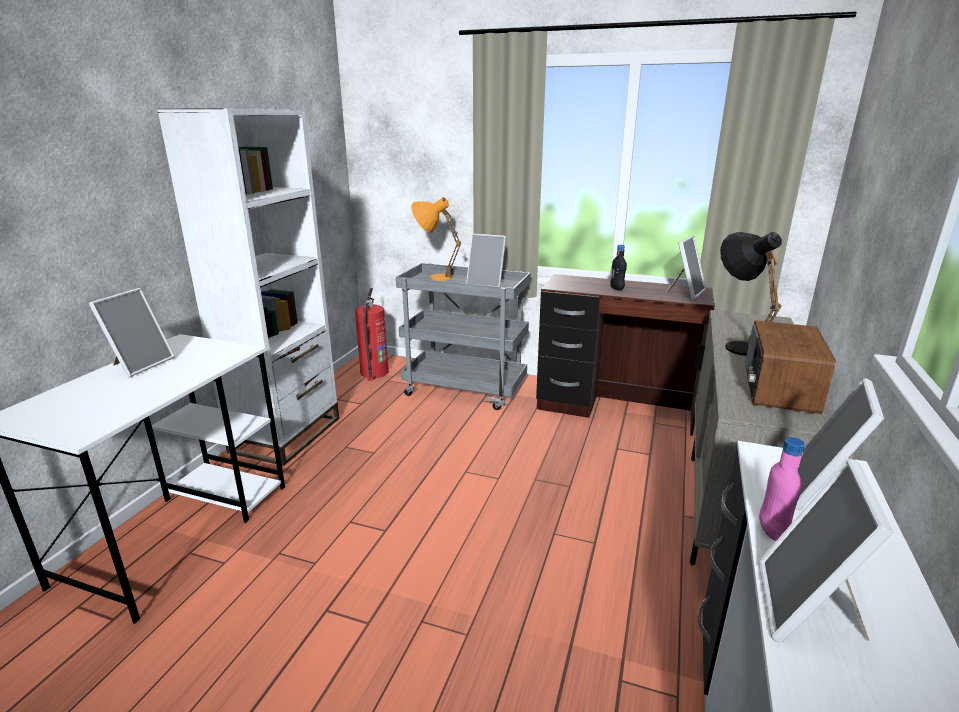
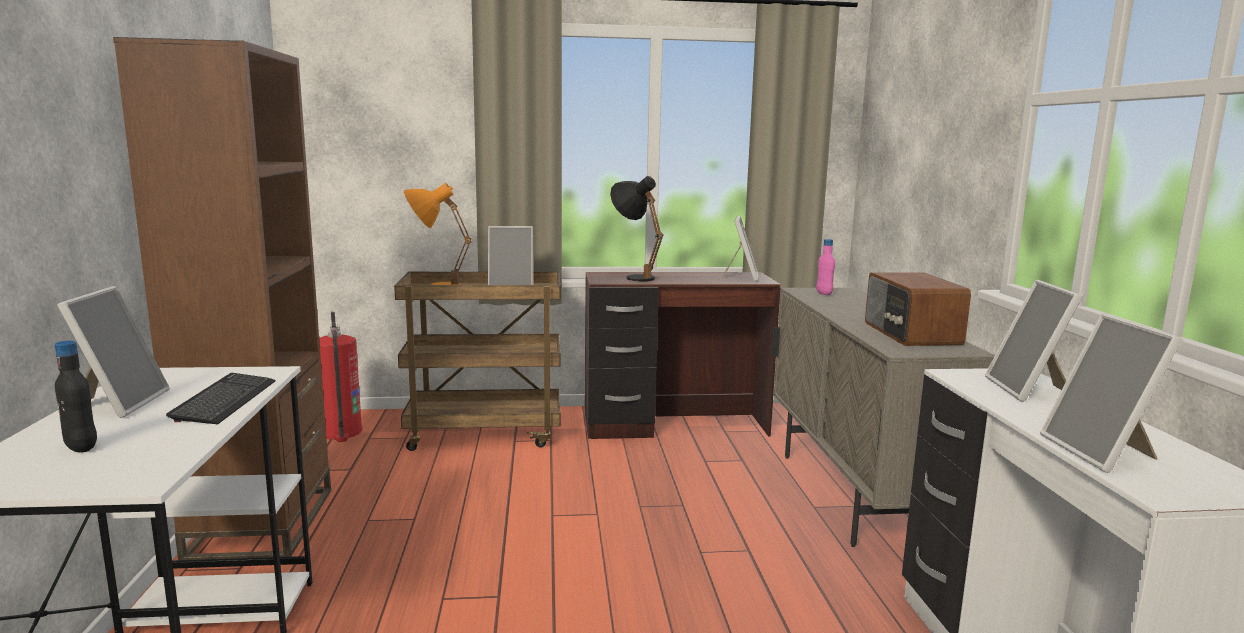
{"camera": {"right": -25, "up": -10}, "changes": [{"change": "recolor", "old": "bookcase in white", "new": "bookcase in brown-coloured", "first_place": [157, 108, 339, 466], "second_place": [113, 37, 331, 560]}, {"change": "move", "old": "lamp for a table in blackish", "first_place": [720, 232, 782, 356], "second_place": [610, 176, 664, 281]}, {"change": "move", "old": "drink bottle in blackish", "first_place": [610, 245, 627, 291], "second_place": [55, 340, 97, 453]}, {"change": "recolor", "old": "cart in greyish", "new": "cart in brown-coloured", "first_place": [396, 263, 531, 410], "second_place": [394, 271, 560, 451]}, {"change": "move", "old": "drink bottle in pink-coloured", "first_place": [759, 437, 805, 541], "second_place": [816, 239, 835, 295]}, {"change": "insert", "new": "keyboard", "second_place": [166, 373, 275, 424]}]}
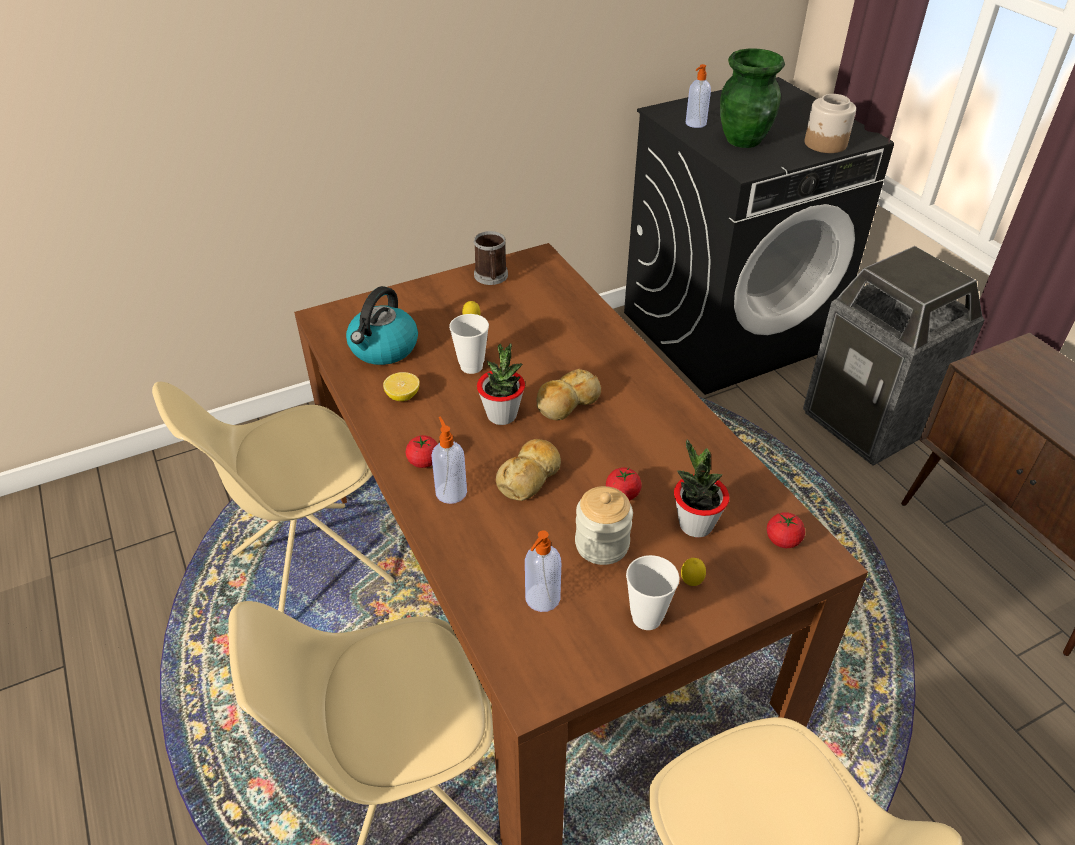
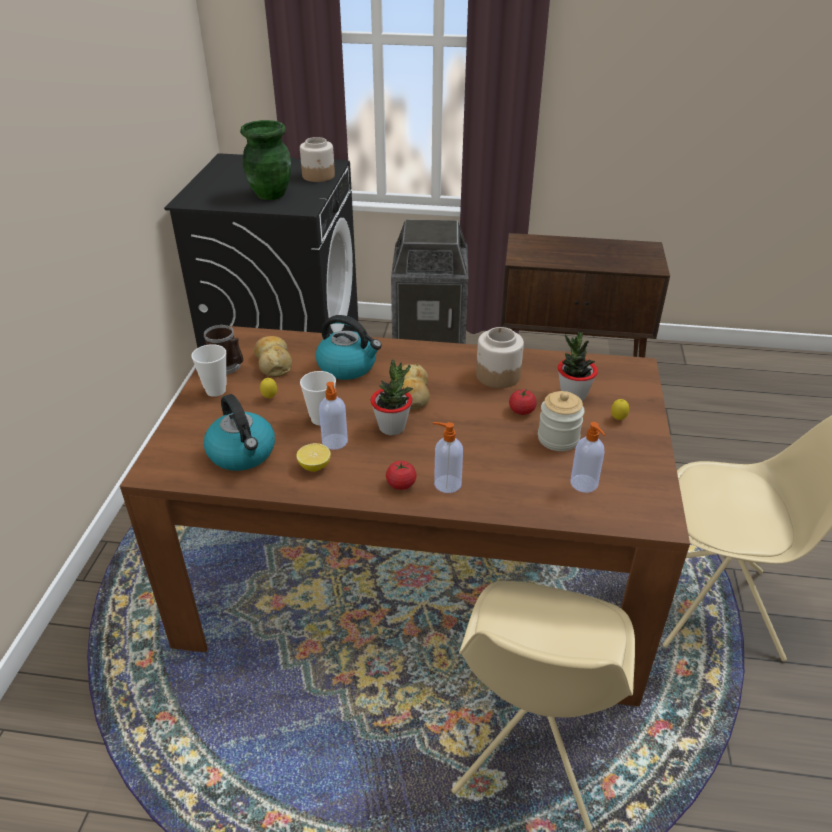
{"camera": {"right": -55, "up": -5}, "changes": [{"change": "move", "old": "soap bottle", "first_place": [686, 64, 711, 128], "second_place": [319, 382, 348, 450]}, {"change": "delete", "old": "upright chair in beige-coloured", "first_place": [152, 382, 394, 613]}, {"change": "move", "old": "bakery bread", "first_place": [496, 439, 561, 501], "second_place": [254, 336, 292, 377]}, {"change": "delete", "old": "tomato", "first_place": [767, 512, 805, 548]}, {"change": "move", "old": "small cup", "first_place": [626, 555, 680, 630], "second_place": [191, 344, 226, 397]}, {"change": "insert", "new": "tea kettle", "second_place": [315, 315, 382, 380]}, {"change": "insert", "new": "preserve jar", "second_place": [476, 327, 524, 388]}]}
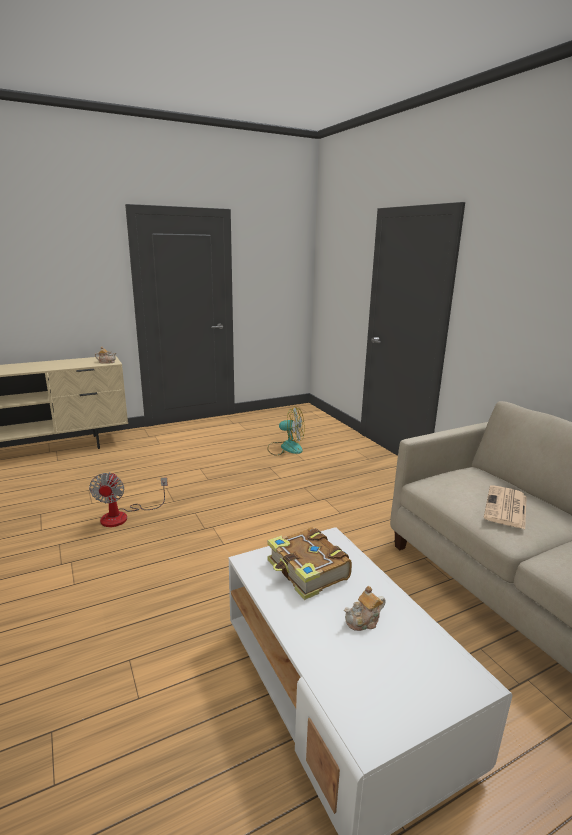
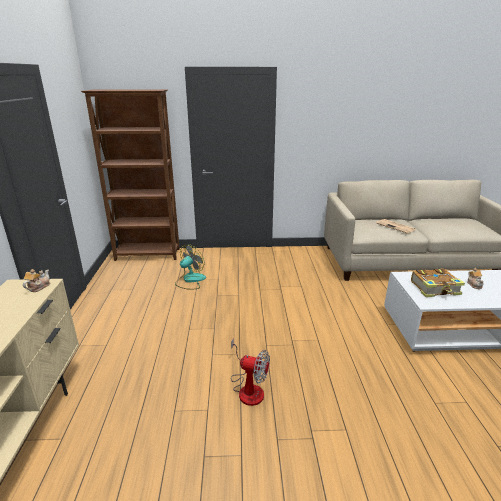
{"camera": {"right": -65, "up": 5}, "changes": [{"change": "insert", "new": "bookcase in brown-coloured", "second_place": [81, 90, 180, 261]}]}
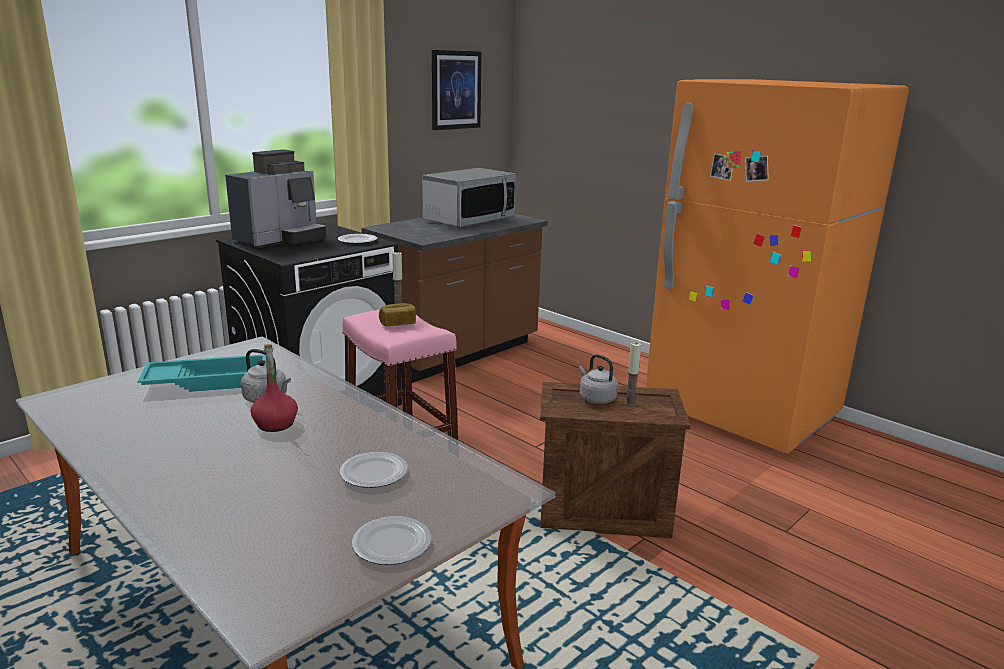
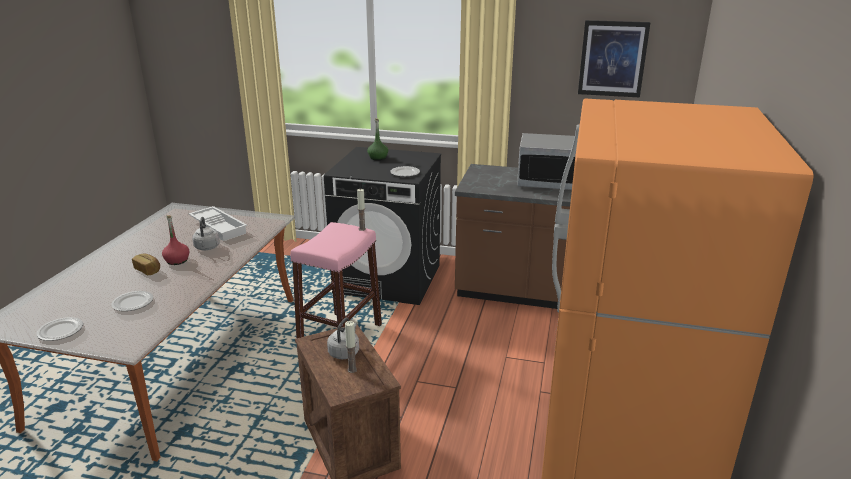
{"camera": {"right": 60, "up": 5}, "changes": [{"change": "replace", "old": "coffee brewer", "new": "drink bottle in green", "first_place": [225, 149, 326, 248], "second_place": [367, 118, 388, 160]}, {"change": "move", "old": "bakery bread", "first_place": [379, 303, 416, 327], "second_place": [132, 253, 160, 275]}, {"change": "recolor", "old": "serving tray in blue-green", "new": "serving tray in white", "first_place": [137, 354, 266, 392], "second_place": [189, 206, 247, 241]}]}
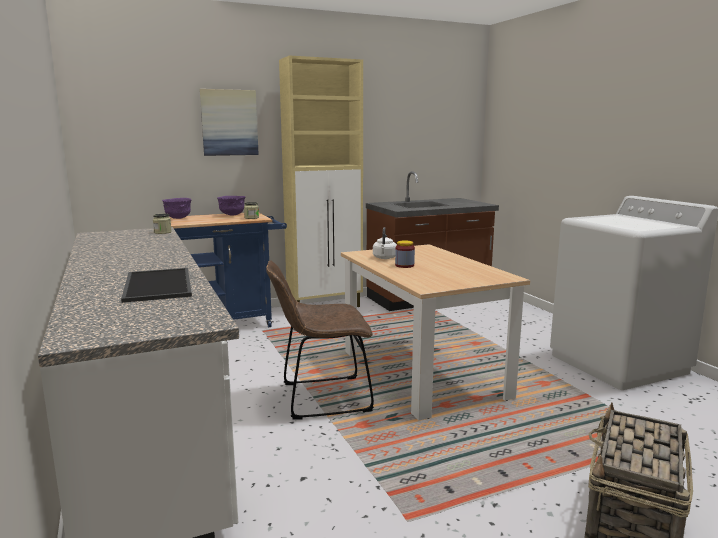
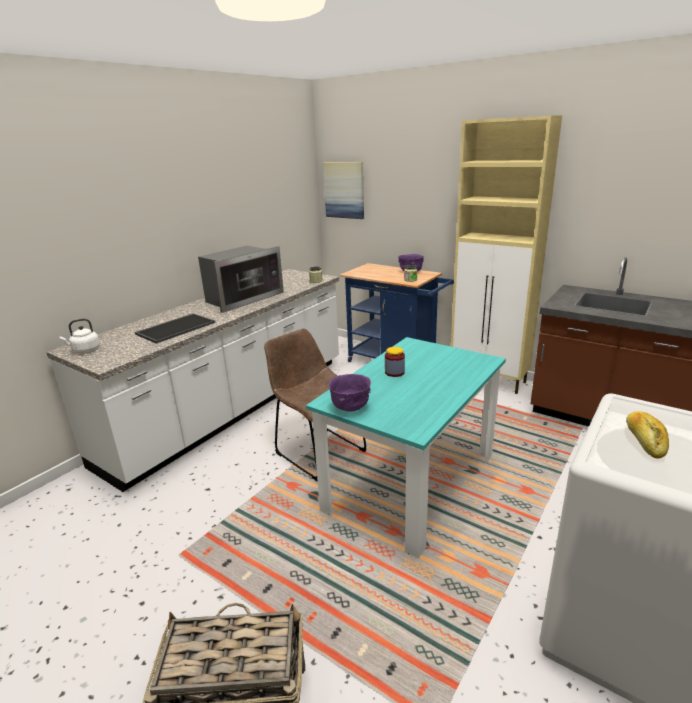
{"camera": {"right": 60, "up": 10}, "changes": [{"change": "move", "old": "wall art", "first_place": [200, 89, 259, 156], "second_place": [323, 162, 364, 219]}, {"change": "move", "old": "bowl in purple", "first_place": [162, 198, 192, 219], "second_place": [328, 374, 371, 412]}, {"change": "move", "old": "tea kettle in white", "first_place": [373, 227, 397, 259], "second_place": [59, 318, 100, 352]}, {"change": "recolor", "old": "dinner table in beige-coloured", "new": "dinner table in blue-green", "first_place": [341, 244, 530, 420], "second_place": [306, 337, 506, 558]}, {"change": "insert", "new": "kitchen microwave", "second_place": [198, 246, 284, 313]}, {"change": "insert", "new": "bakery bread", "second_place": [626, 411, 669, 459]}]}
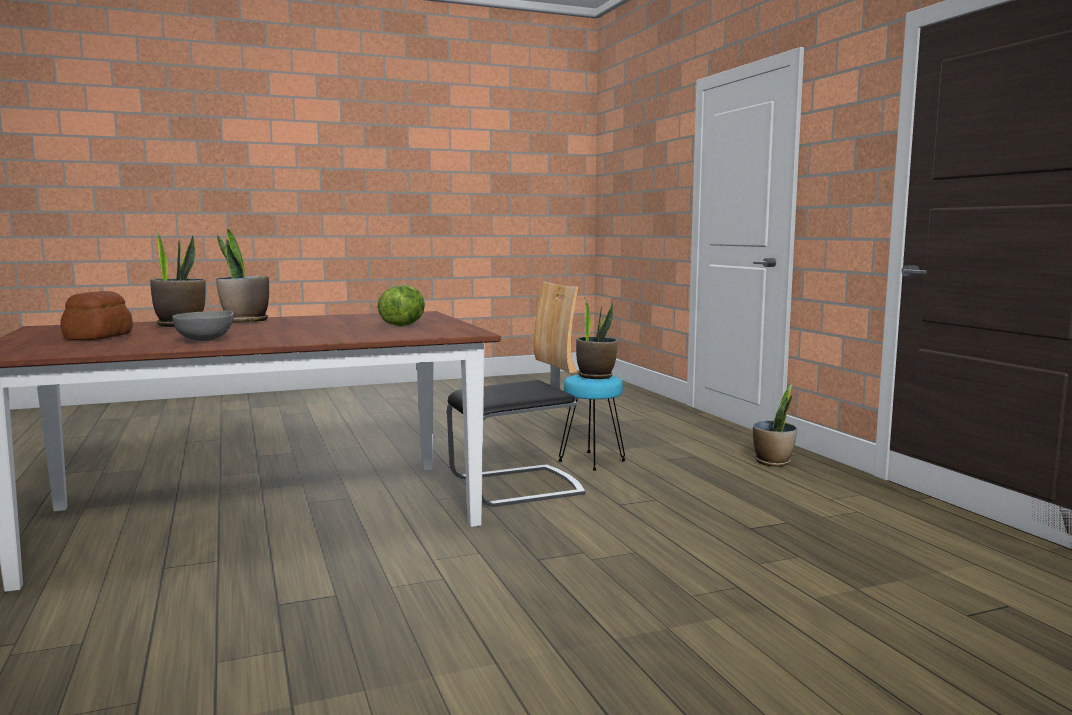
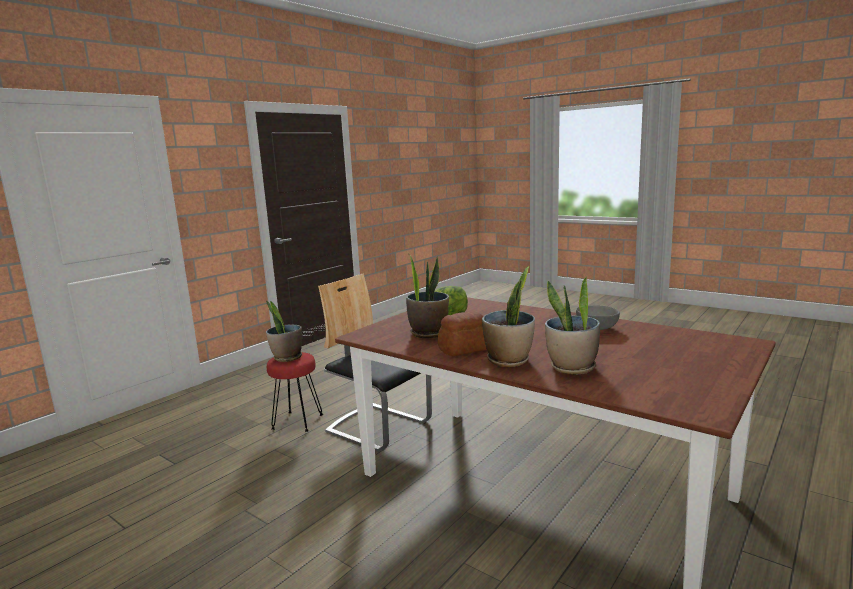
{"camera": {"right": -120, "up": 5}, "changes": [{"change": "move", "old": "bakery bread", "first_place": [60, 291, 133, 340], "second_place": [438, 311, 487, 356]}, {"change": "recolor", "old": "stool seat in blue-green", "new": "stool seat in reddish", "first_place": [558, 375, 626, 471], "second_place": [267, 352, 323, 432]}, {"change": "move", "old": "houseplant", "first_place": [753, 385, 797, 467], "second_place": [406, 254, 449, 338]}]}
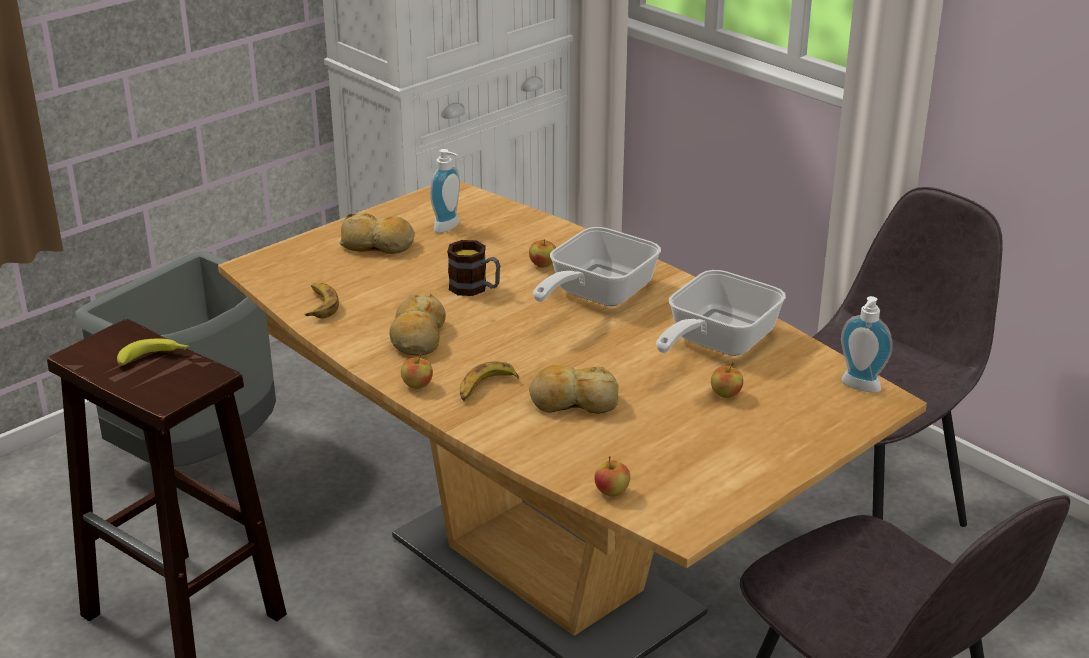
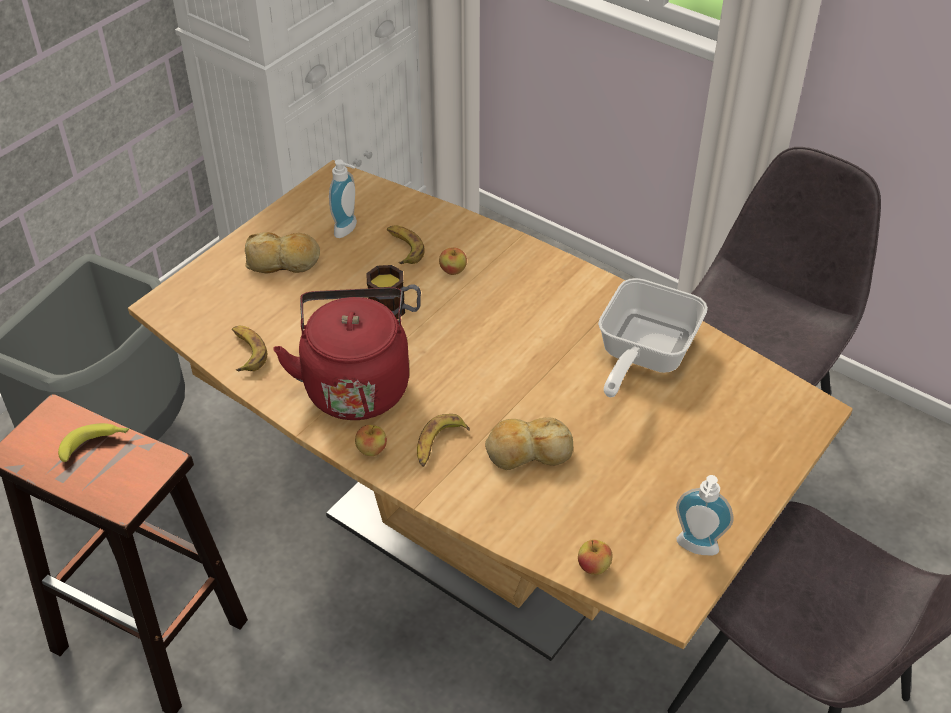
{"camera": {"right": -10, "up": 15}, "changes": [{"change": "delete", "old": "skillet", "first_place": [533, 227, 661, 306]}, {"change": "replace", "old": "bakery bread", "new": "tea kettle in reddish", "first_place": [389, 294, 446, 356], "second_place": [274, 288, 409, 420]}, {"change": "move", "old": "soap bottle", "first_place": [841, 296, 893, 393], "second_place": [676, 475, 734, 555]}, {"change": "delete", "old": "whole apple", "first_place": [711, 363, 743, 398]}, {"change": "insert", "new": "banana", "second_place": [387, 226, 425, 264]}]}
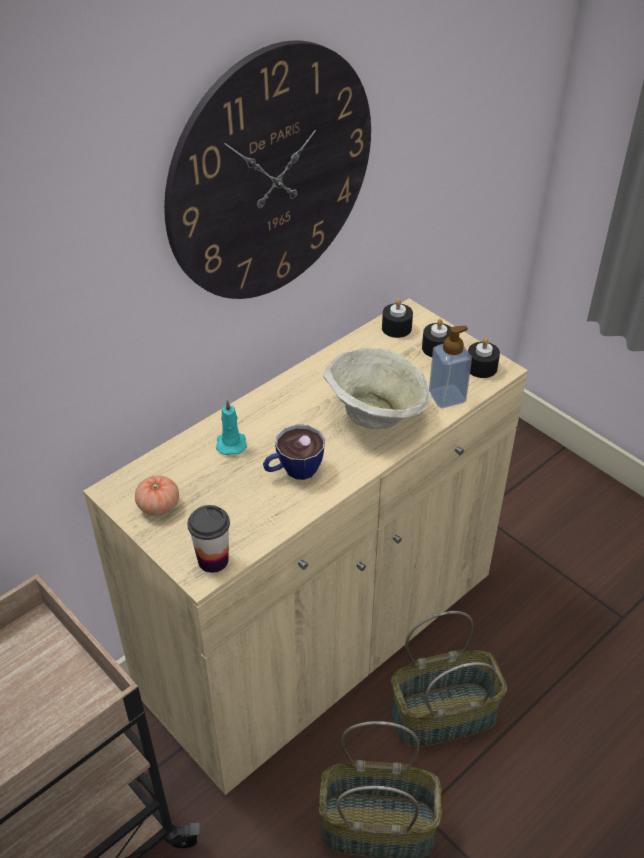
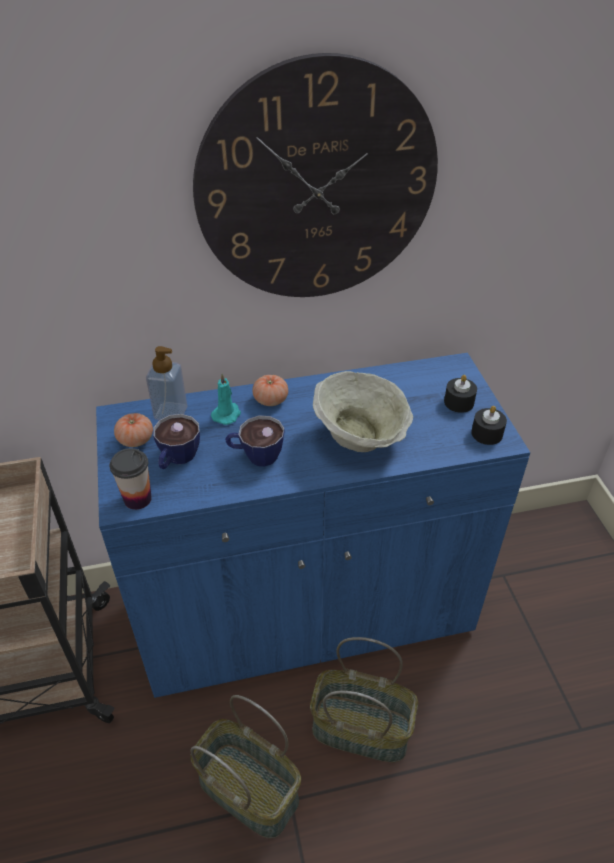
{"camera": {"right": 30, "up": 0}, "changes": [{"change": "recolor", "old": "cabinet in beige-coloured", "new": "cabinet in bluish", "first_place": [83, 299, 528, 795], "second_place": [96, 353, 530, 698]}, {"change": "delete", "old": "wax candle in blackish", "first_place": [382, 299, 413, 338]}, {"change": "move", "old": "soap bottle", "first_place": [429, 326, 472, 408], "second_place": [146, 346, 187, 420]}, {"change": "insert", "new": "tomato", "second_place": [252, 375, 288, 406]}, {"change": "insert", "new": "small cup", "second_place": [153, 414, 200, 469]}]}
